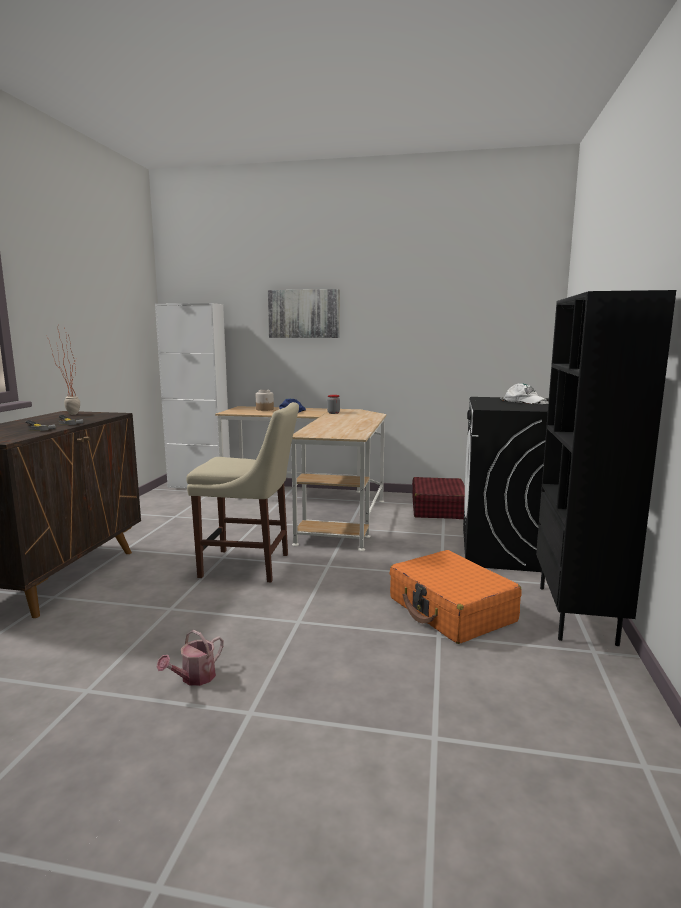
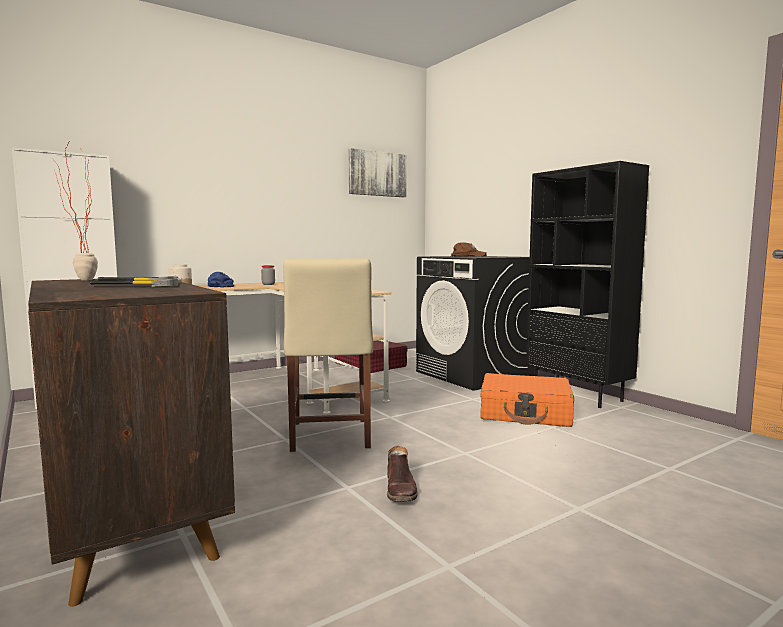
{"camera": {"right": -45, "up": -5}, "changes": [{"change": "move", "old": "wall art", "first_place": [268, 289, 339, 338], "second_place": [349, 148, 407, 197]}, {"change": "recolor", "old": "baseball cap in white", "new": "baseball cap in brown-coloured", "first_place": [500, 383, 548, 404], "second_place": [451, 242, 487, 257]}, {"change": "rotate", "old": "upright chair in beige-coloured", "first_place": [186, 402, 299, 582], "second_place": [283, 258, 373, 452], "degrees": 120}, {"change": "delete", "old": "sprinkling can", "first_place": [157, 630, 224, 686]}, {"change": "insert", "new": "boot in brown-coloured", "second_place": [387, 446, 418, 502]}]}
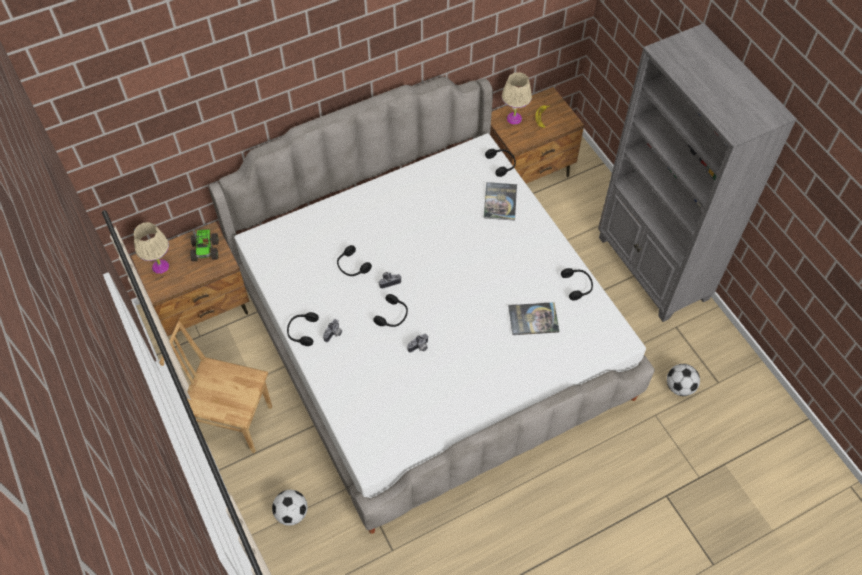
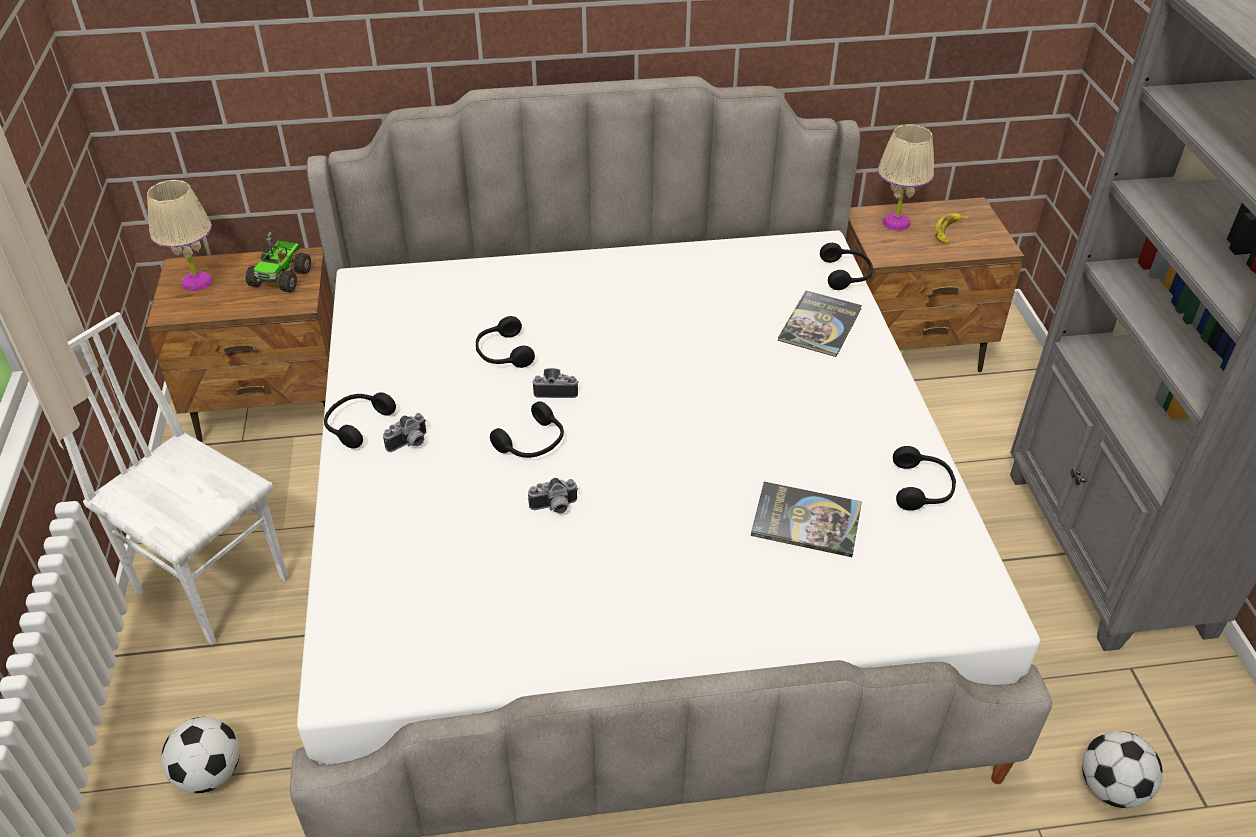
{"camera": {"right": 20, "up": -15}, "changes": [{"change": "recolor", "old": "upright chair in brown-coloured", "new": "upright chair in white", "first_place": [159, 321, 272, 453], "second_place": [63, 312, 289, 645]}]}
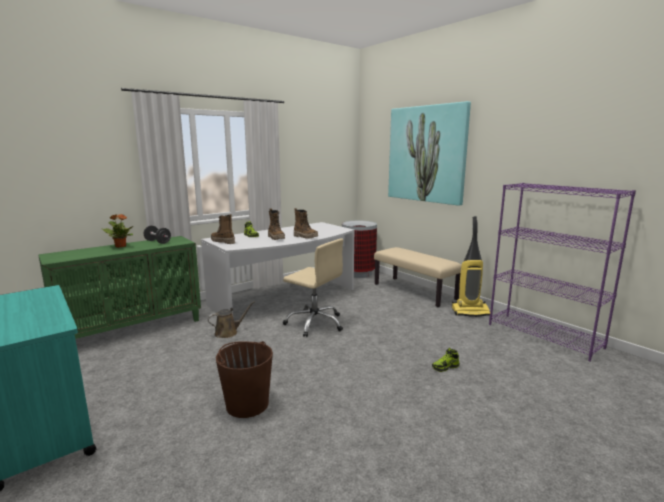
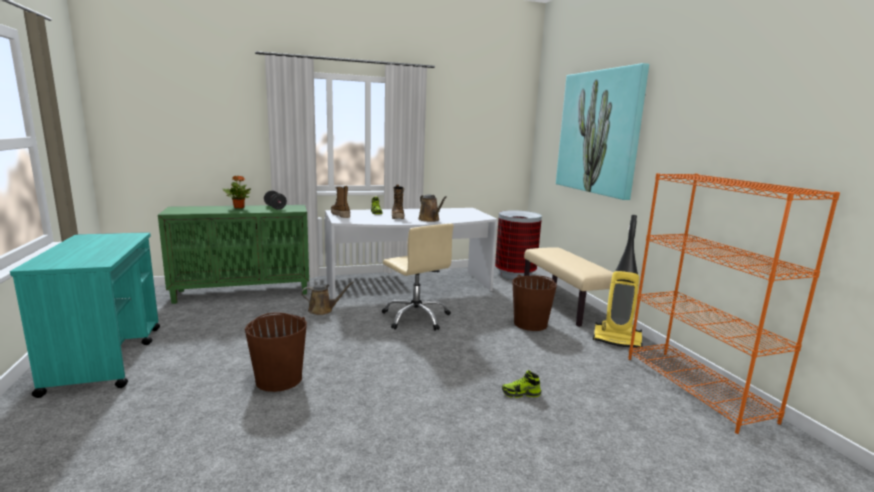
{"camera": {"right": 20, "up": 0}, "changes": [{"change": "recolor", "old": "bookcase in purple", "new": "bookcase in orange", "first_place": [489, 183, 636, 362], "second_place": [628, 173, 840, 434]}, {"change": "replace", "old": "boot", "new": "sprinkling can in brown-coloured", "first_place": [294, 208, 318, 239], "second_place": [418, 194, 447, 222]}, {"change": "insert", "new": "water bucket in brown-coloured", "second_place": [512, 275, 557, 331]}]}
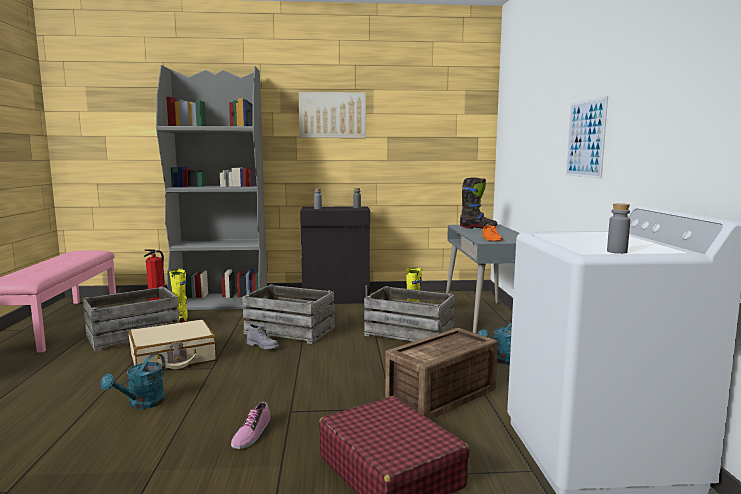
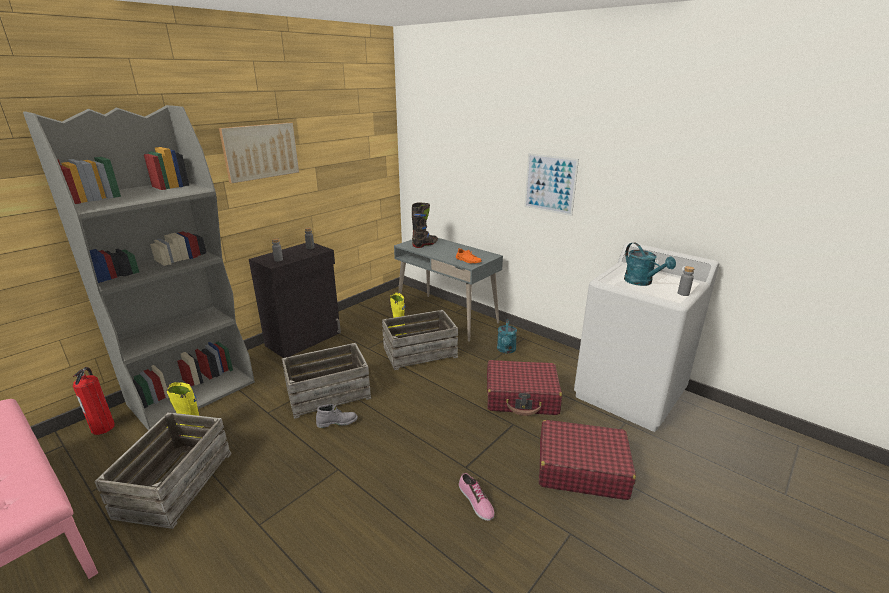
{"camera": {"right": -45, "up": 15}, "changes": [{"change": "delete", "old": "suitcase in beige-coloured", "first_place": [129, 320, 217, 370]}, {"change": "replace", "old": "shipping crate", "new": "suitcase in reddish", "first_place": [385, 328, 498, 420], "second_place": [487, 360, 562, 416]}, {"change": "move", "old": "sprinkling can in blue-green", "first_place": [101, 353, 166, 409], "second_place": [624, 242, 676, 286]}]}
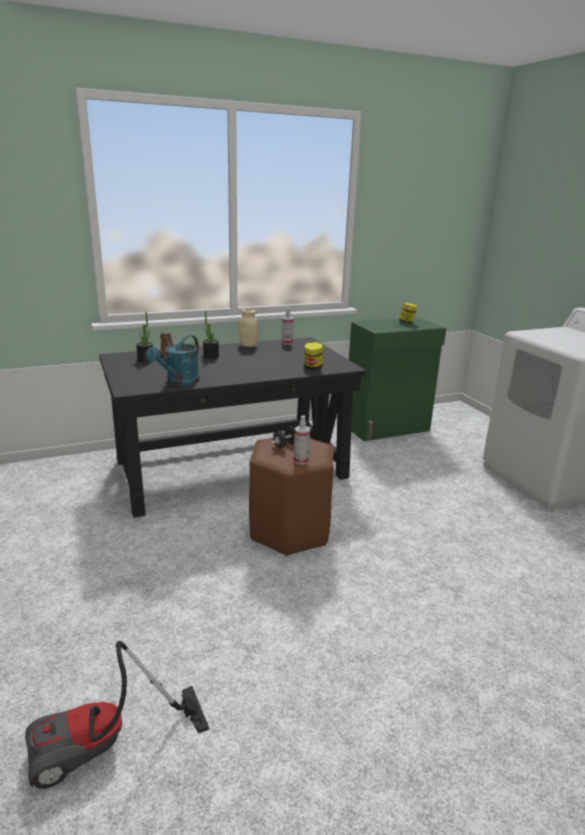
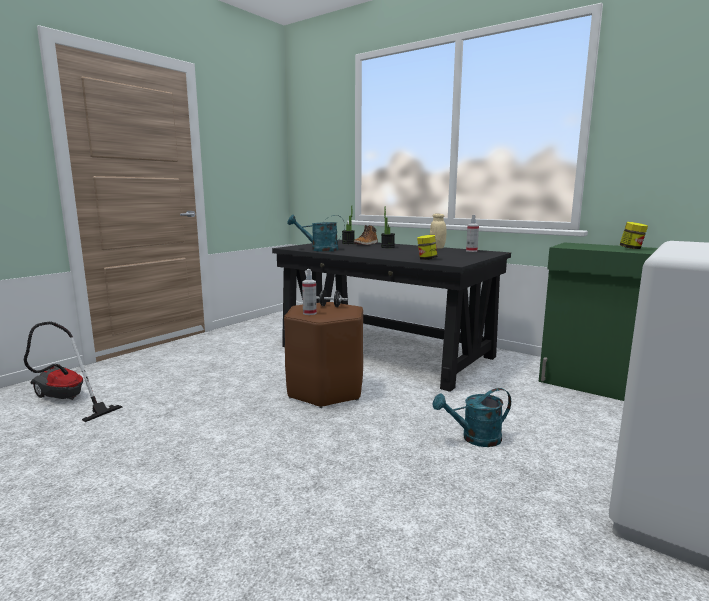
{"camera": {"right": 60, "up": -10}, "changes": [{"change": "insert", "new": "sprinkling can in blue-green", "second_place": [433, 388, 511, 447]}]}
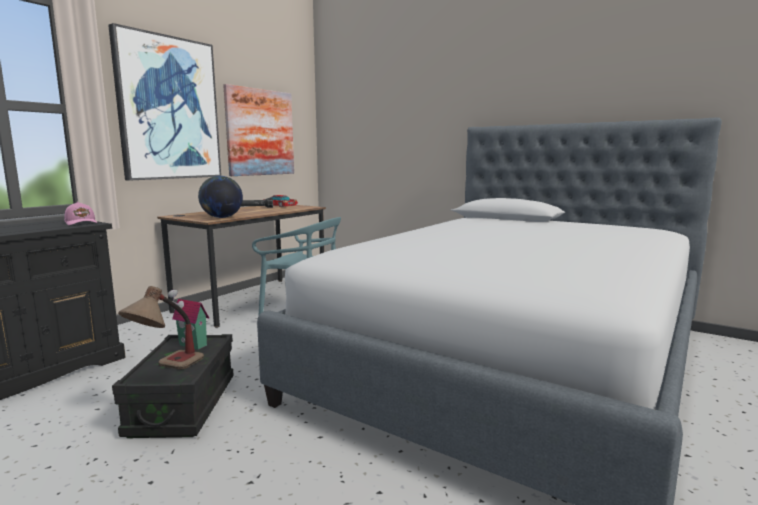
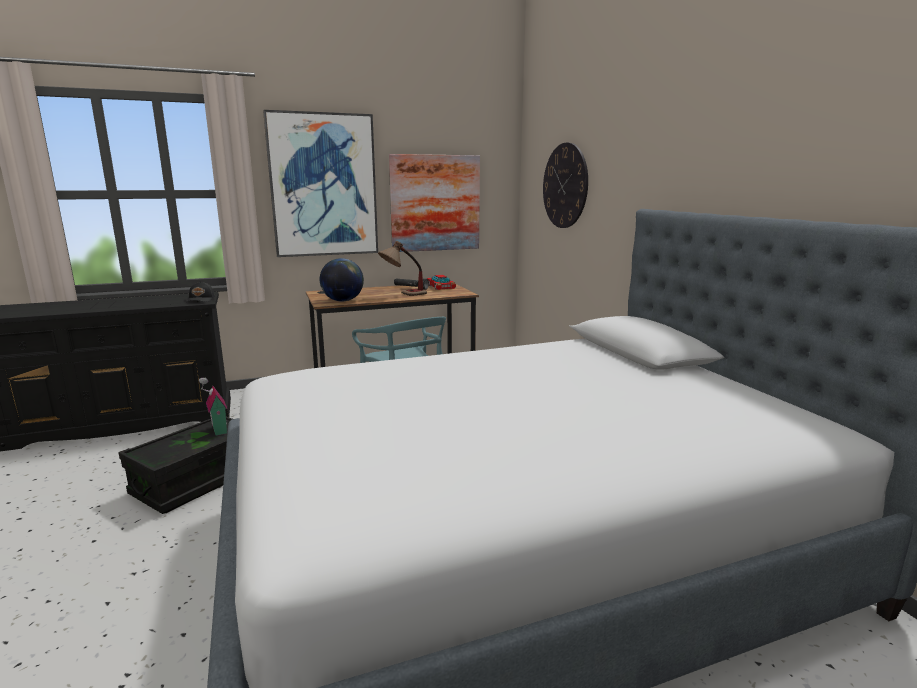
{"camera": {"right": 35, "up": 5}, "changes": [{"change": "recolor", "old": "baseball cap in pink-coloured", "new": "baseball cap in blackish", "first_place": [64, 202, 97, 225], "second_place": [186, 281, 215, 302]}, {"change": "move", "old": "lamp for a table", "first_place": [118, 286, 204, 369], "second_place": [378, 241, 427, 296]}, {"change": "insert", "new": "wall clock", "second_place": [543, 142, 588, 228]}]}
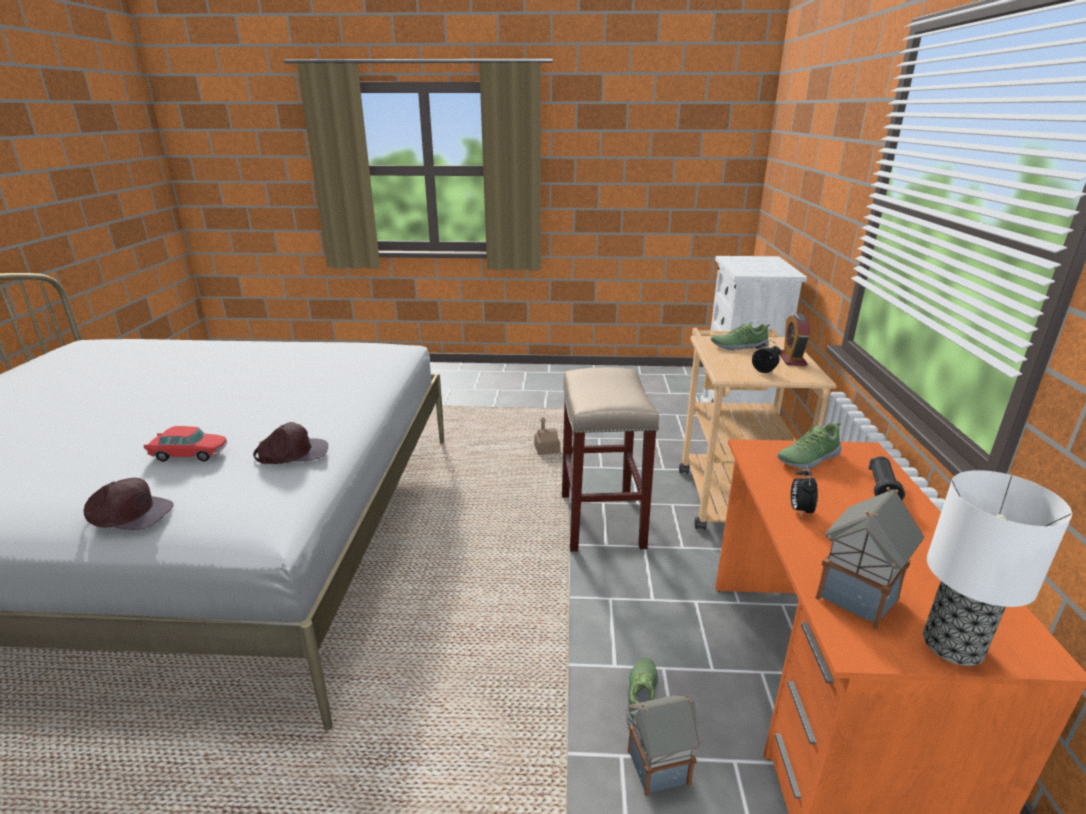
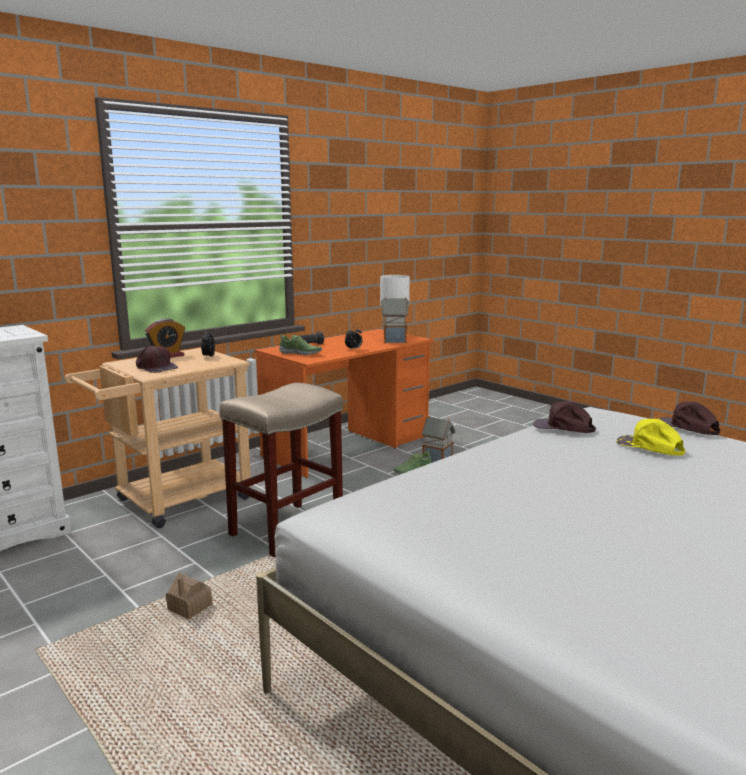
{"camera": {"right": -135, "up": -10}, "changes": [{"change": "replace", "old": "shoe", "new": "baseball cap in brown-coloured", "first_place": [711, 323, 770, 350], "second_place": [136, 345, 178, 373]}, {"change": "replace", "old": "toy car", "new": "baseball cap in yellowish", "first_place": [144, 426, 227, 462], "second_place": [616, 419, 685, 456]}]}
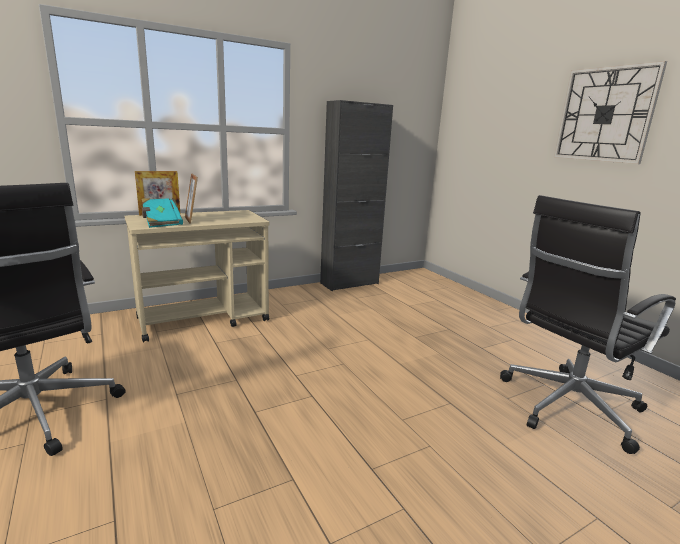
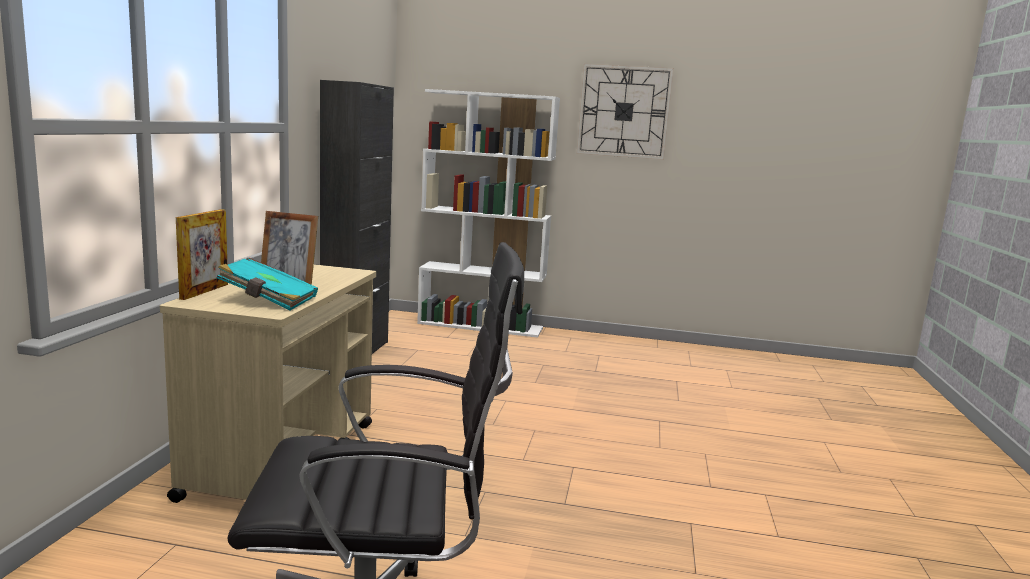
{"camera": {"right": -50, "up": -5}, "changes": [{"change": "delete", "old": "desk chair in blackish", "first_place": [500, 195, 676, 454]}, {"change": "insert", "new": "bookcase in white", "second_place": [417, 89, 560, 338]}]}
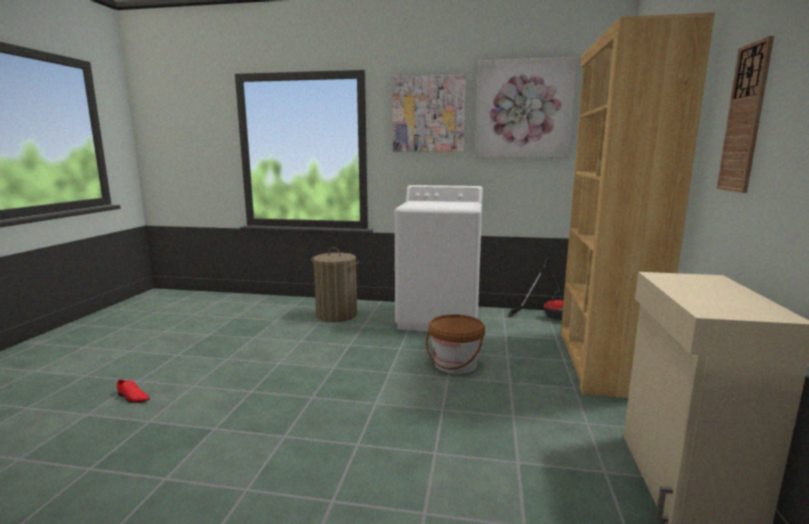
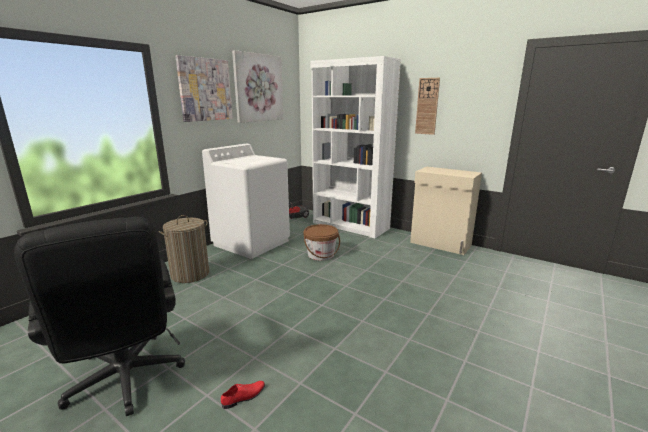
{"camera": {"right": -65, "up": 5}, "changes": [{"change": "recolor", "old": "bookcase in brown-coloured", "new": "bookcase in white", "first_place": [561, 12, 715, 398], "second_place": [311, 56, 401, 238]}, {"change": "insert", "new": "desk chair in blackish", "second_place": [14, 217, 185, 416]}]}
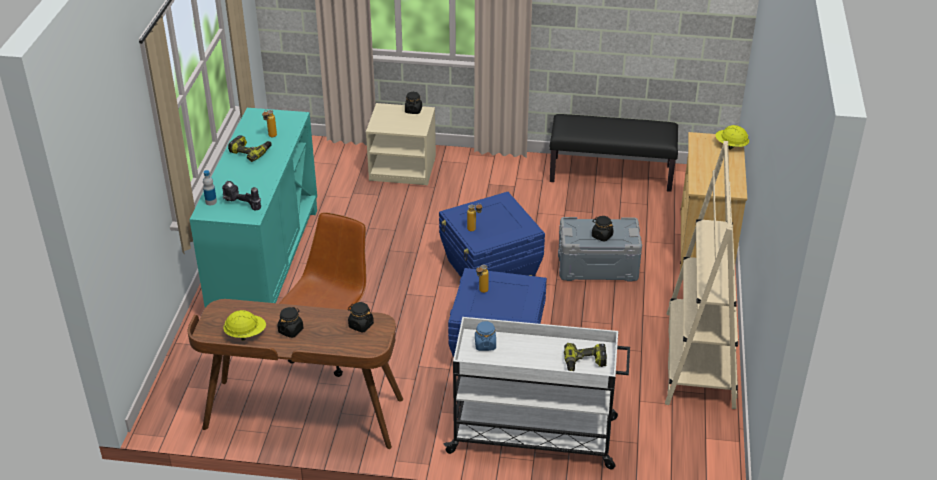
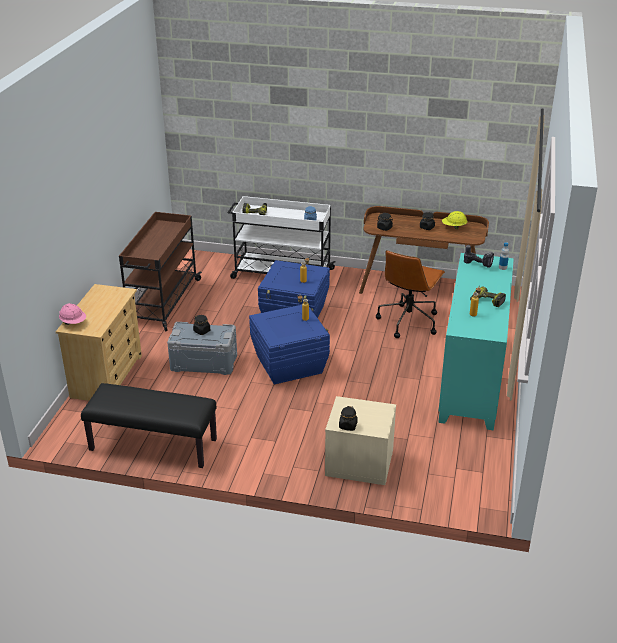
{"camera": {"right": -175, "up": -5}, "changes": [{"change": "recolor", "old": "safety helmet in yellowish", "new": "safety helmet in pink-coloured", "first_place": [715, 125, 749, 150], "second_place": [59, 303, 86, 325]}, {"change": "replace", "old": "bookcase in beige-coloured", "new": "cart in brown-coloured", "first_place": [665, 141, 738, 409], "second_place": [119, 212, 202, 332]}]}
